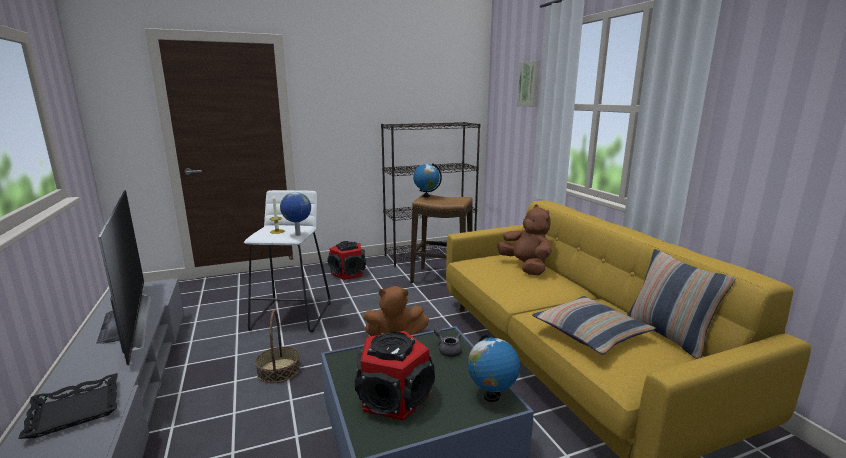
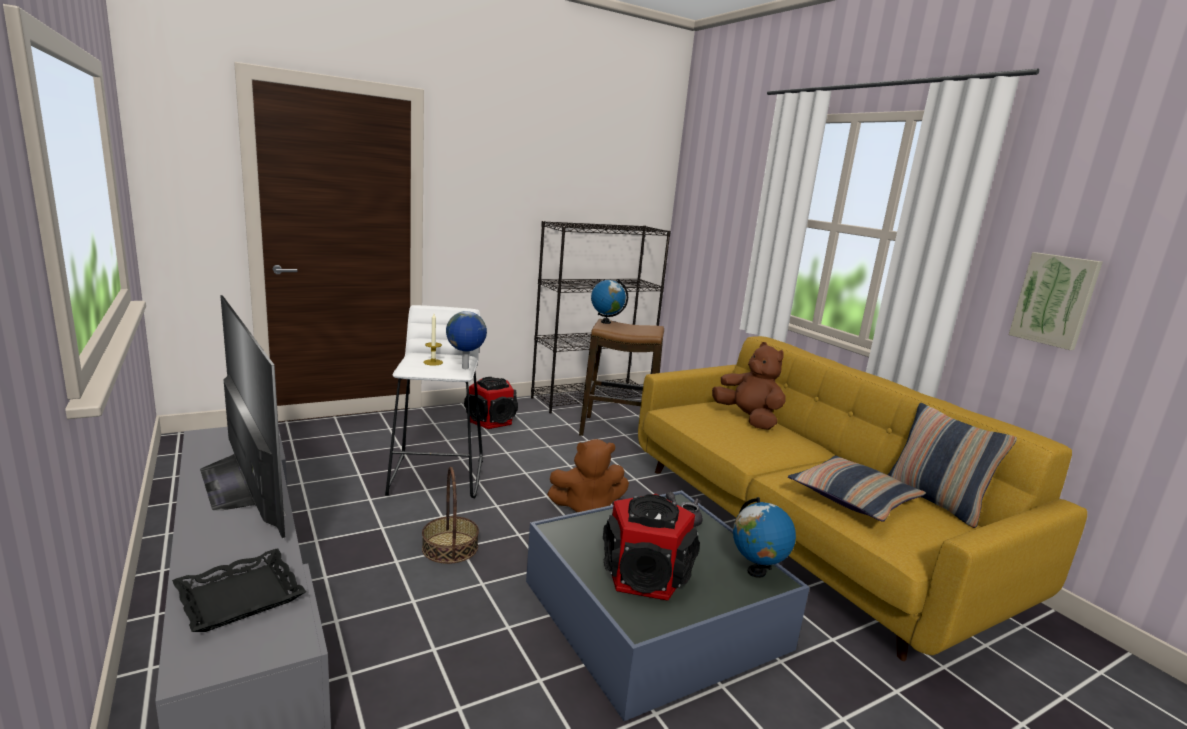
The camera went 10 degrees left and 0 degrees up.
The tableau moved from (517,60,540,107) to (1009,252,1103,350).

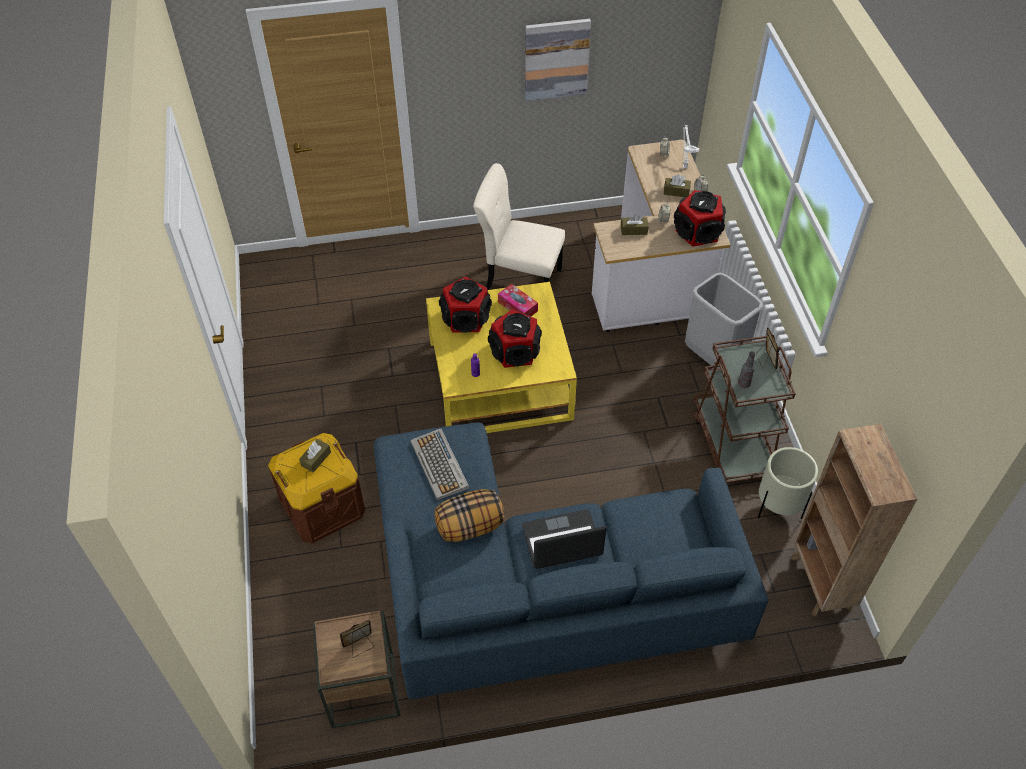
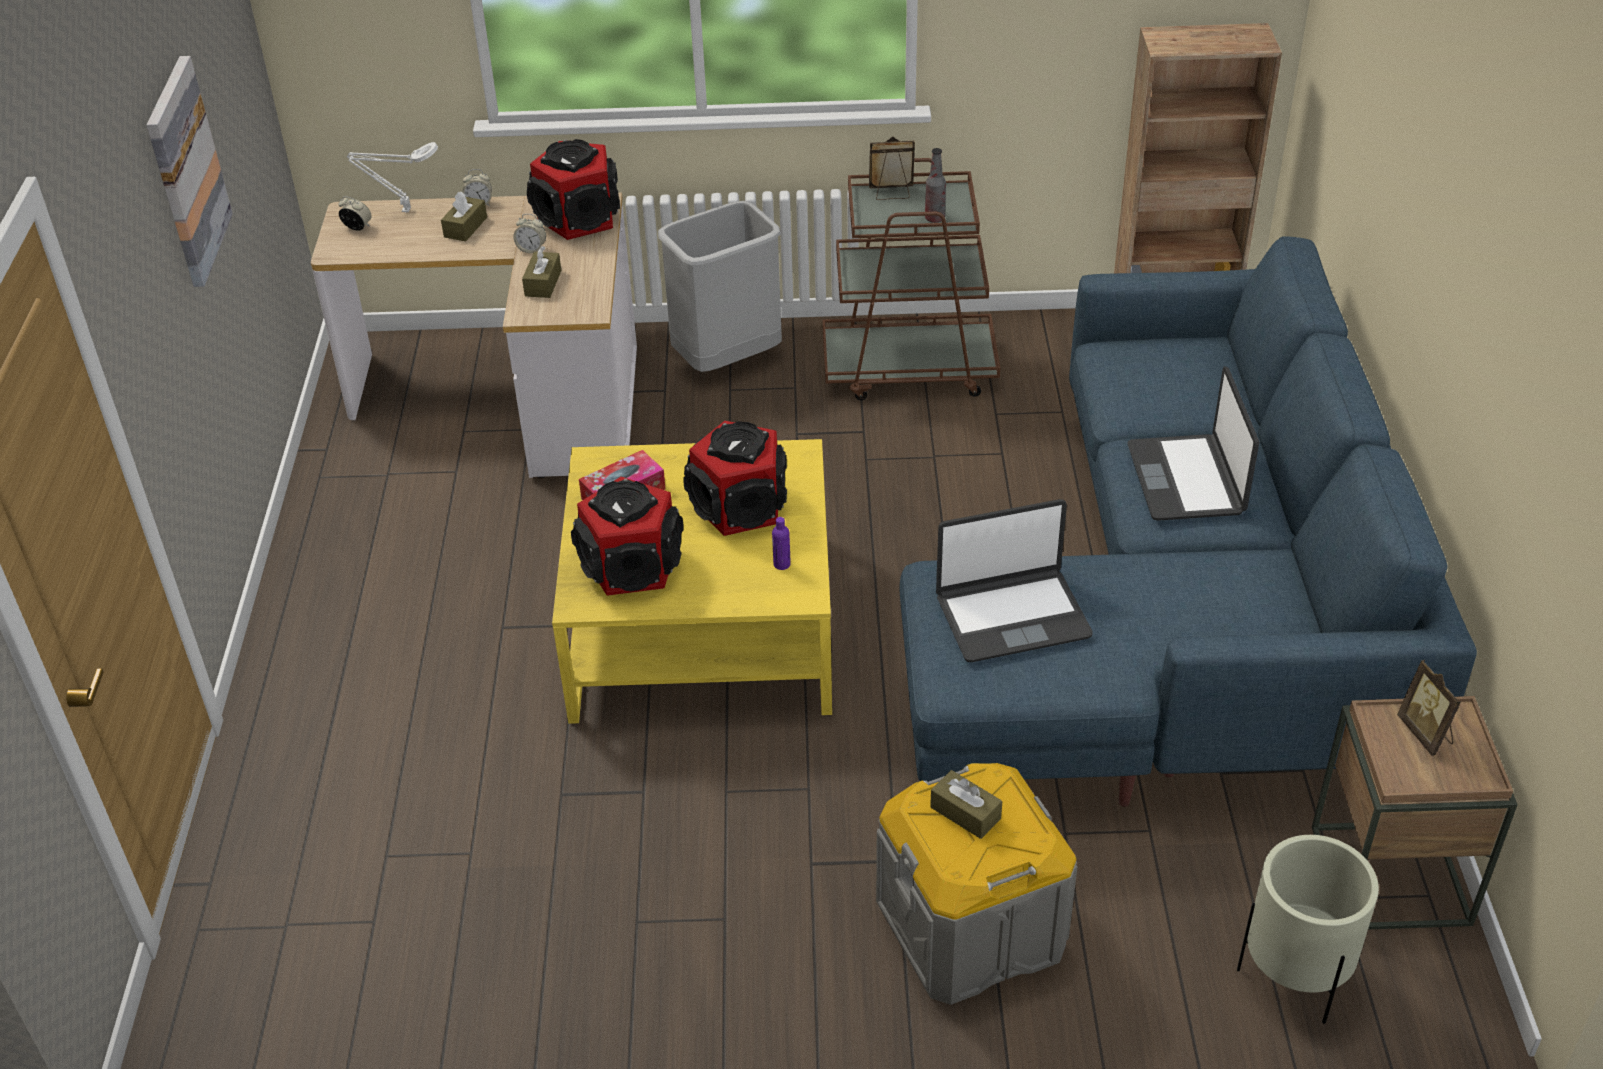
The camera went 80 degrees left and 10 degrees down.
The boîte de rangement (marron) at (268,433,365,543) became the boîte de rangement (gris) at (876,763,1077,1005).
The clavier at (410,428,469,500) was replaced by the ordinateur portable at (936,499,1092,662).
The cache-pot (beige) moved from (758,447,818,519) to (1237,835,1379,1024).
The coussin at (435,489,505,542) disappeared.
The chaise (beige) at (473,163,565,290) disappeared.

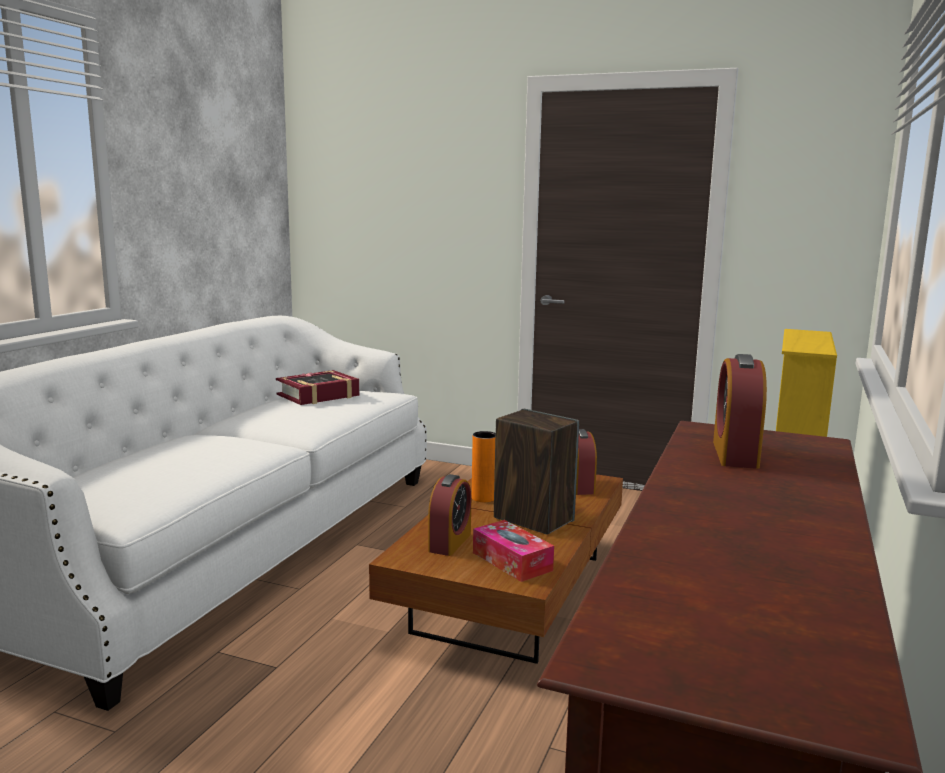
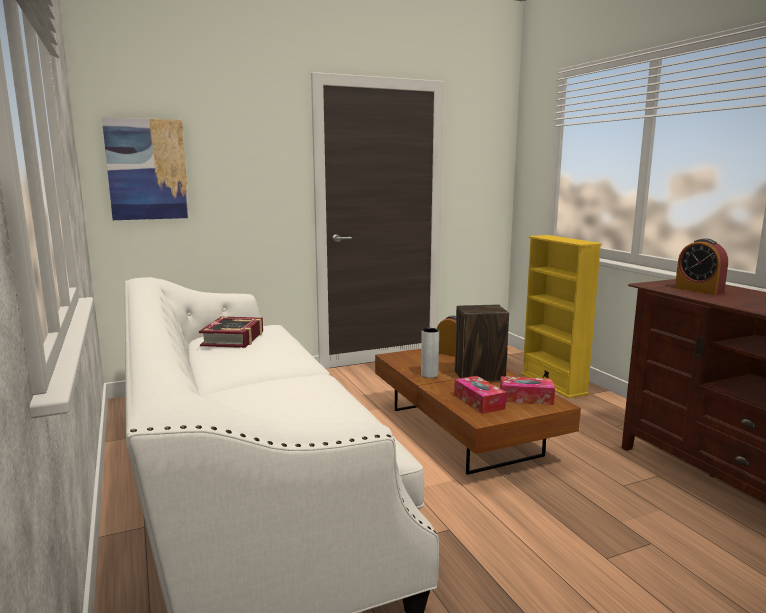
The camera went 45 degrees left and 0 degrees up.
The tableau at (102,117,190,220) appeared.
The vase (orange) at (472,431,495,502) became the vase (gris) at (421,328,439,378).
The réveil at (428,474,471,556) was replaced by the boîte à mouchoirs at (454,376,506,414).

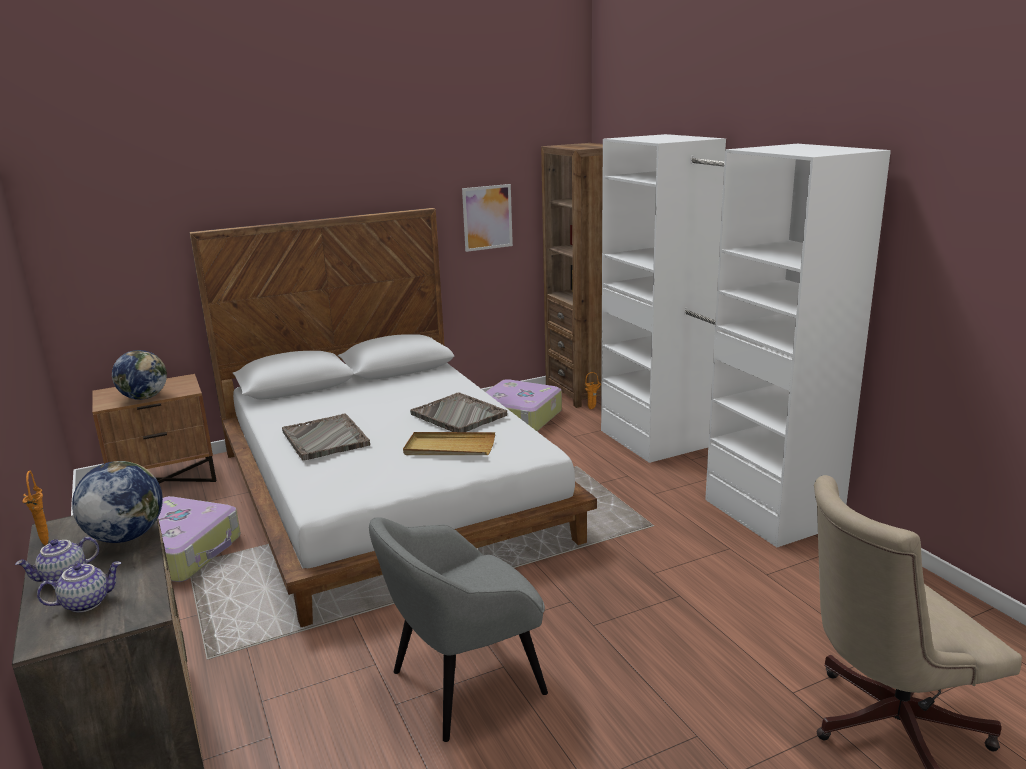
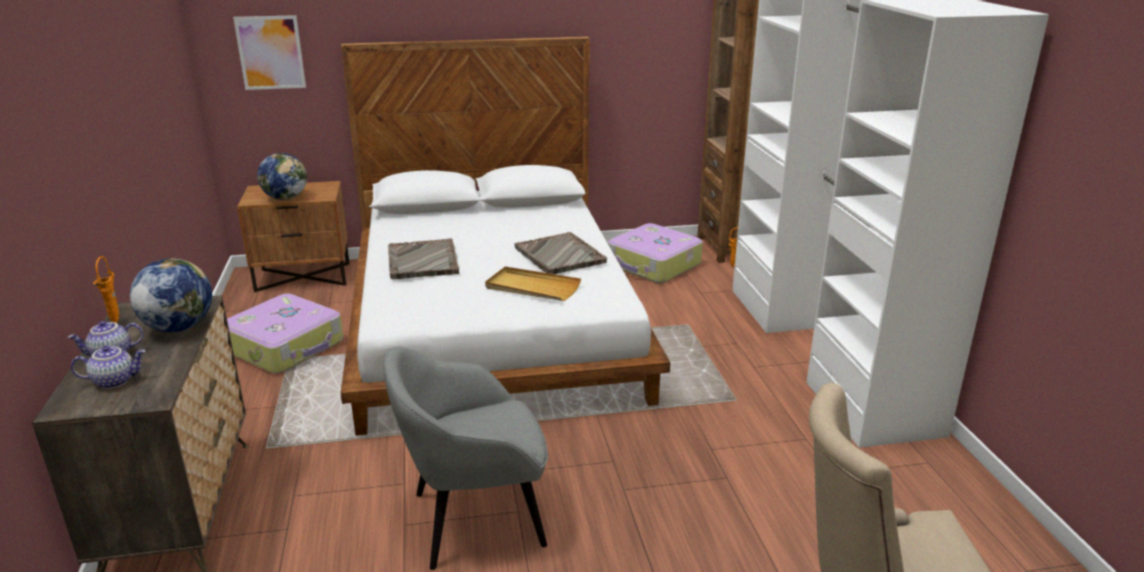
The camera went 15 degrees right and 5 degrees up.
The tableau moved from (462,184,513,252) to (233,15,306,90).

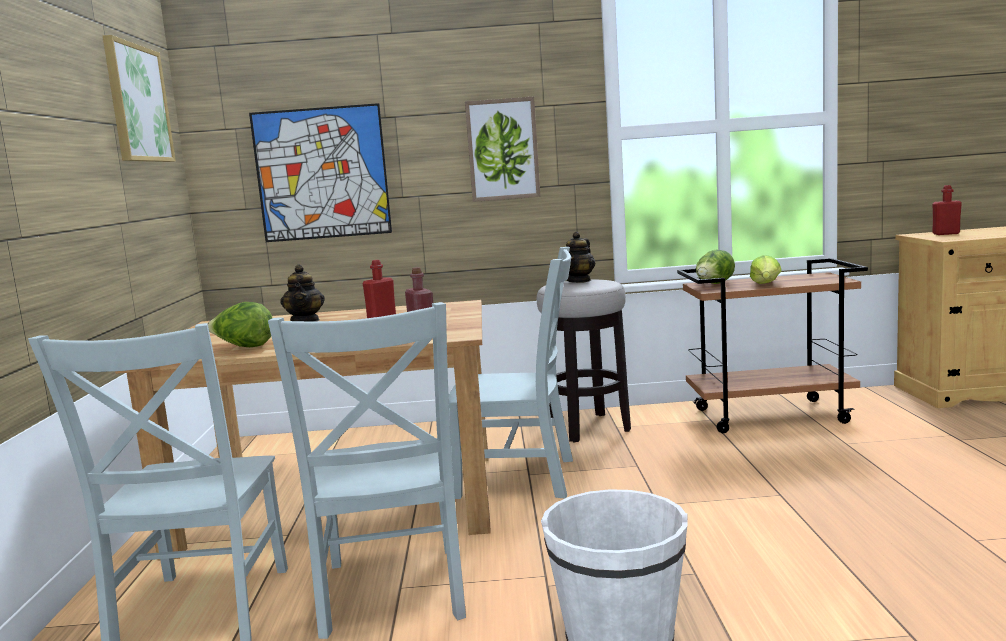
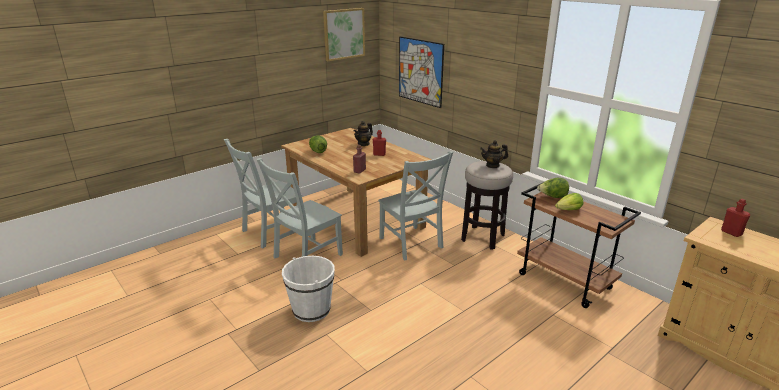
The camera went 50 degrees right and 15 degrees up.
The tableau at (465,96,541,202) disappeared.

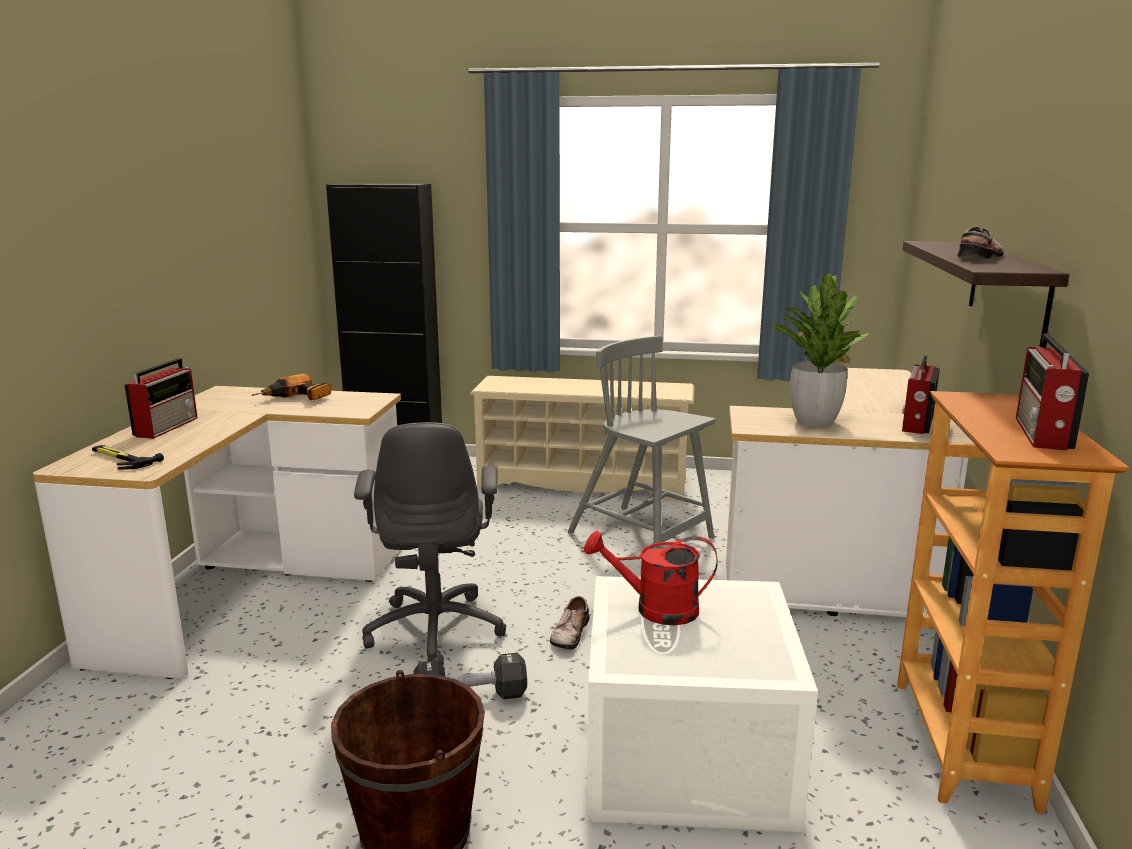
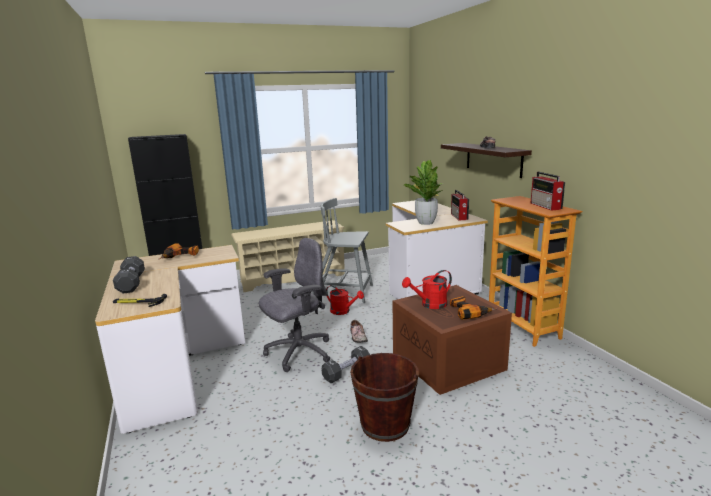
The camera went 30 degrees left and 0 degrees up.
The radio at (125,358,198,439) was replaced by the haltère (noir) at (113,256,145,294).
The chaise de bureau (gris) at (354,422,507,665) turned 90 degrees counterclockwise.
The arrosoir (rouge) at (326,285,364,315) appeared.
The boîte de rangement (blanc) at (587,576,818,832) became the boîte de rangement (marron) at (393,285,512,395).
The perceuse at (450,296,498,320) appeared.

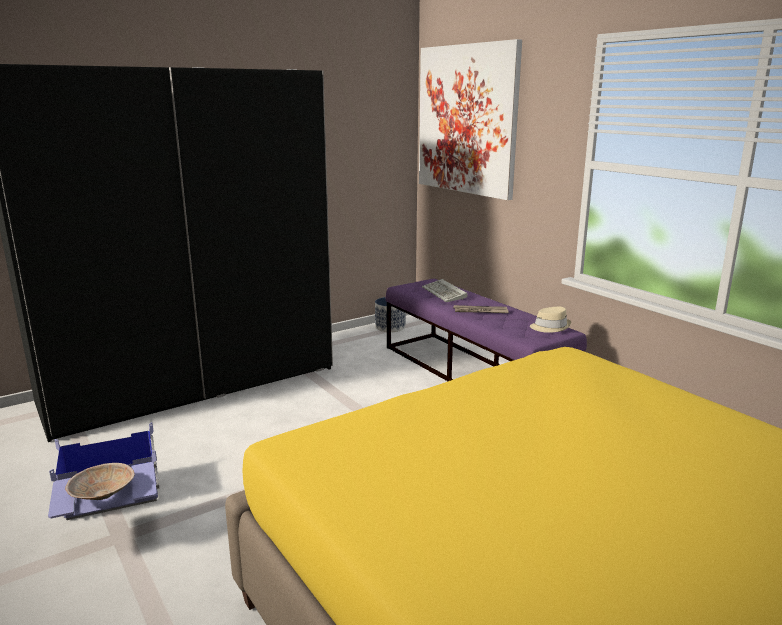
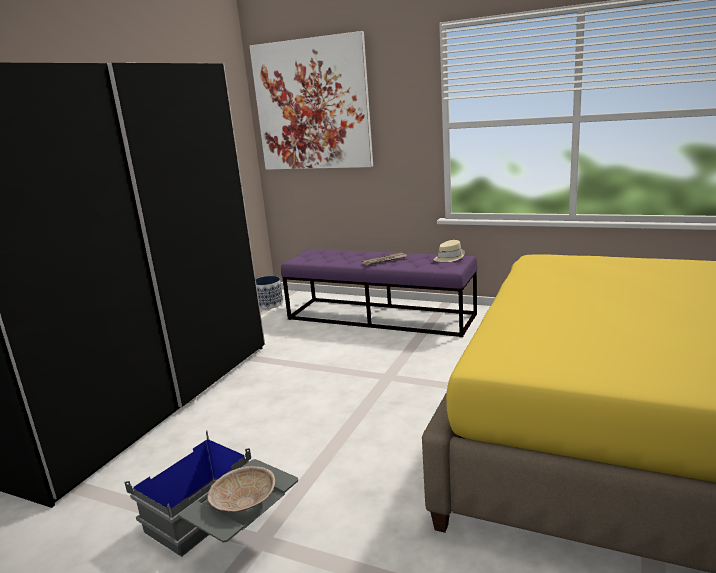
The camera went 30 degrees left and 0 degrees up.
The boîte de rangement (bleu) at (48,422,159,520) became the boîte de rangement (gris) at (124,430,298,557).
The clavier at (422,279,468,302) disappeared.

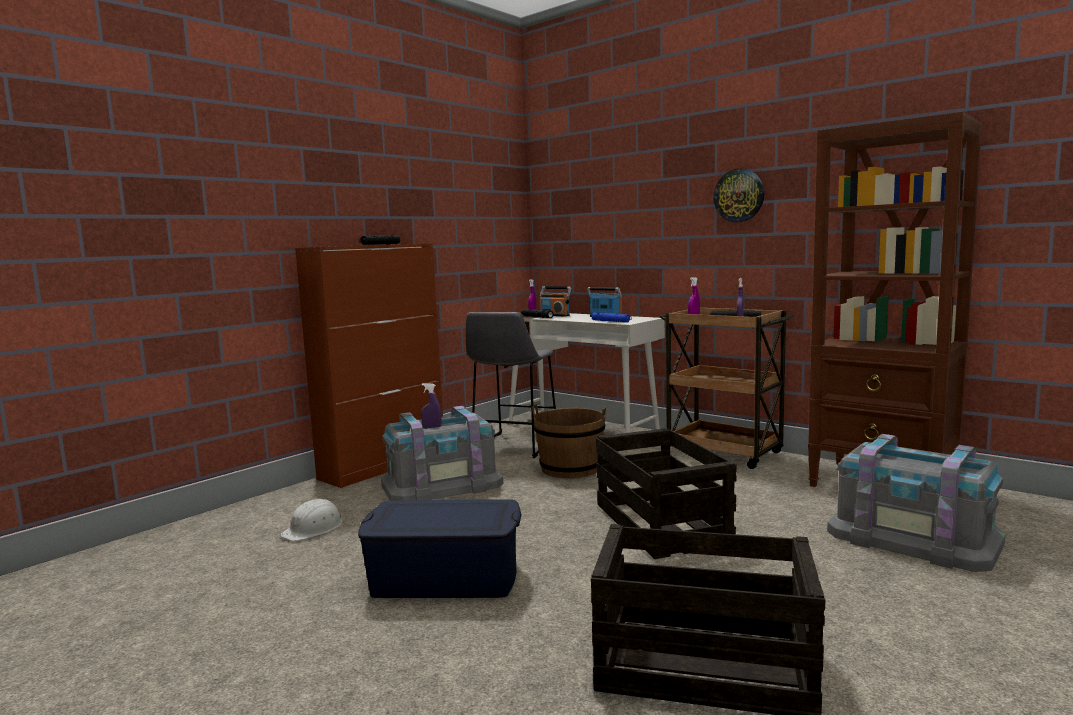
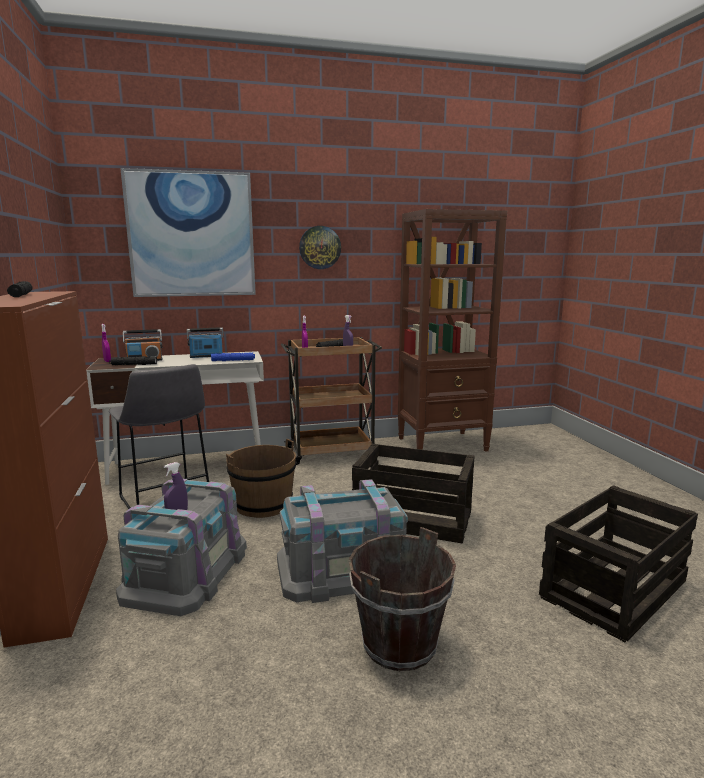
The camera went 55 degrees left and 5 degrees up.
The tableau at (120,168,256,297) appeared.
The boîte de rangement (gris) moved from (827,434,1005,572) to (277,479,408,603).
The boîte de rangement (bleu) at (358,499,522,598) was replaced by the seau (marron) at (349,527,456,671).
The casque de chantier (blanc) at (280,499,342,541) disappeared.

